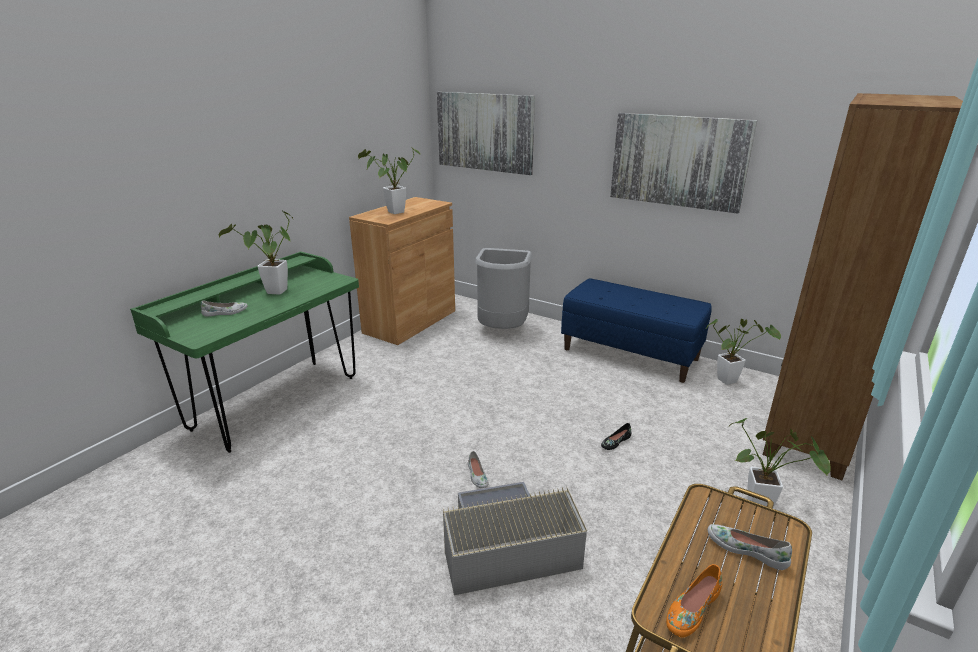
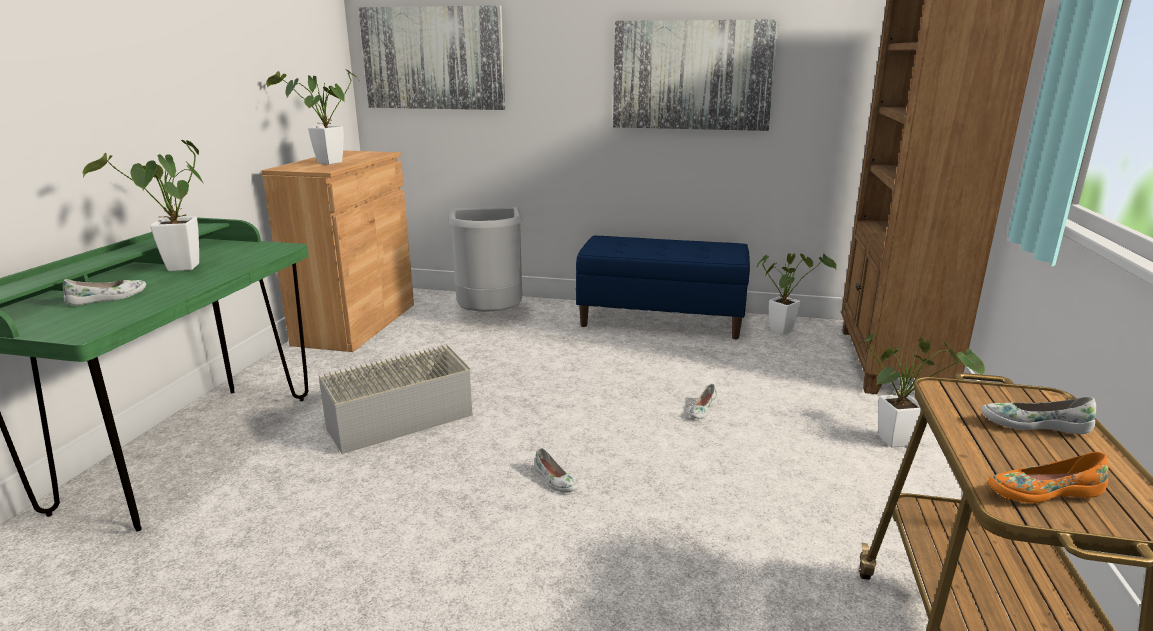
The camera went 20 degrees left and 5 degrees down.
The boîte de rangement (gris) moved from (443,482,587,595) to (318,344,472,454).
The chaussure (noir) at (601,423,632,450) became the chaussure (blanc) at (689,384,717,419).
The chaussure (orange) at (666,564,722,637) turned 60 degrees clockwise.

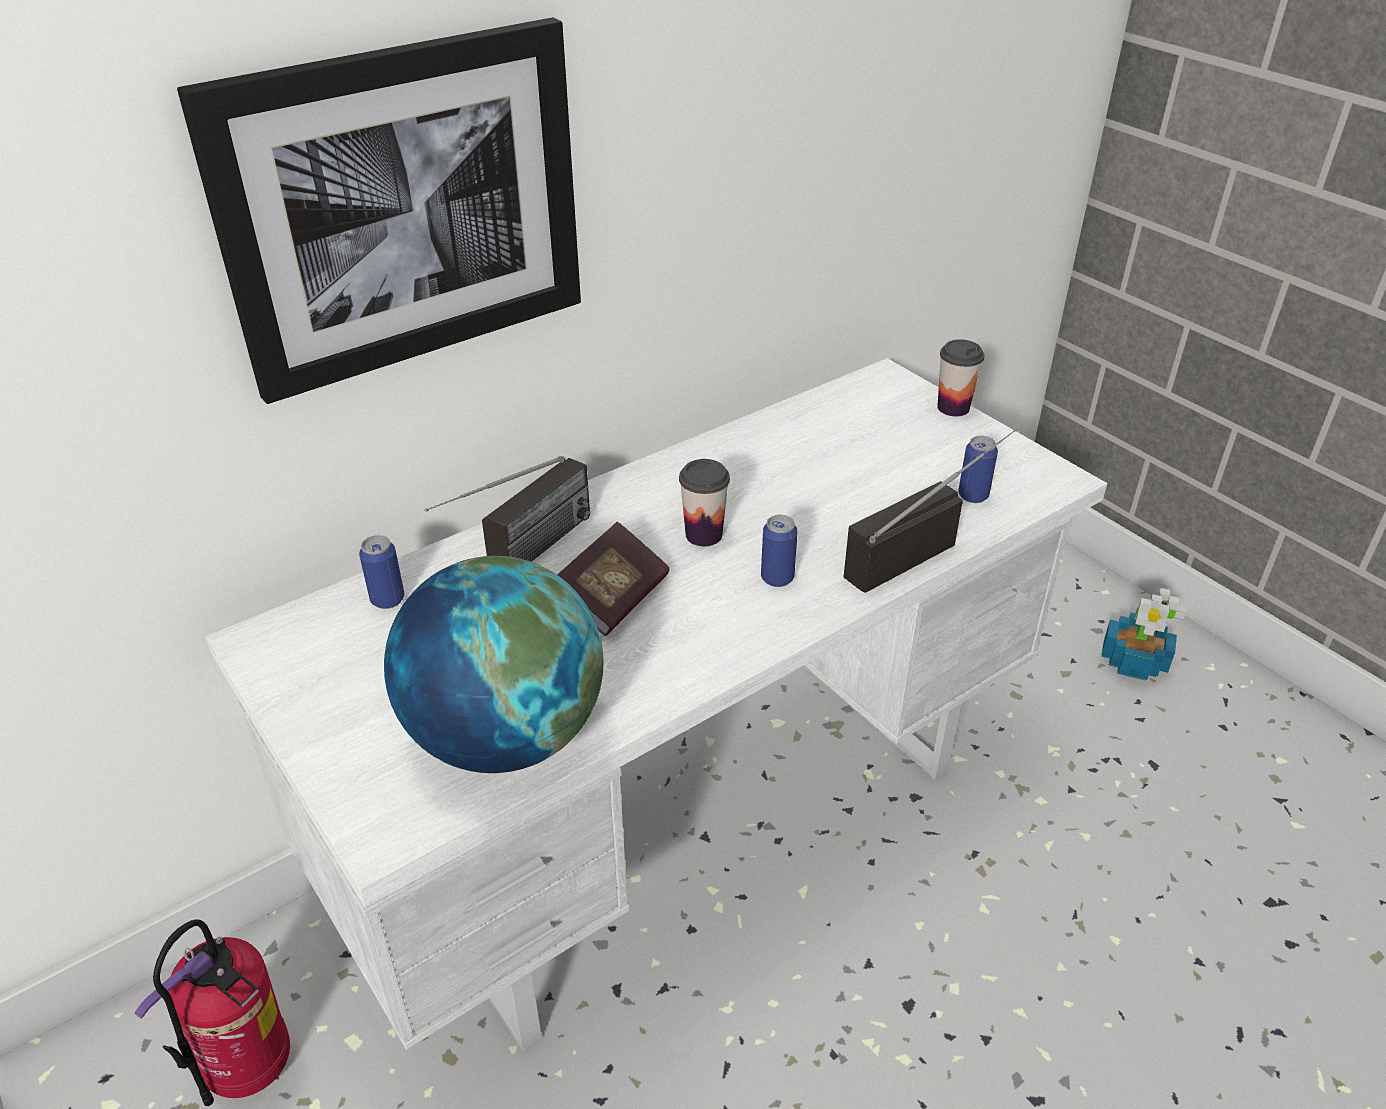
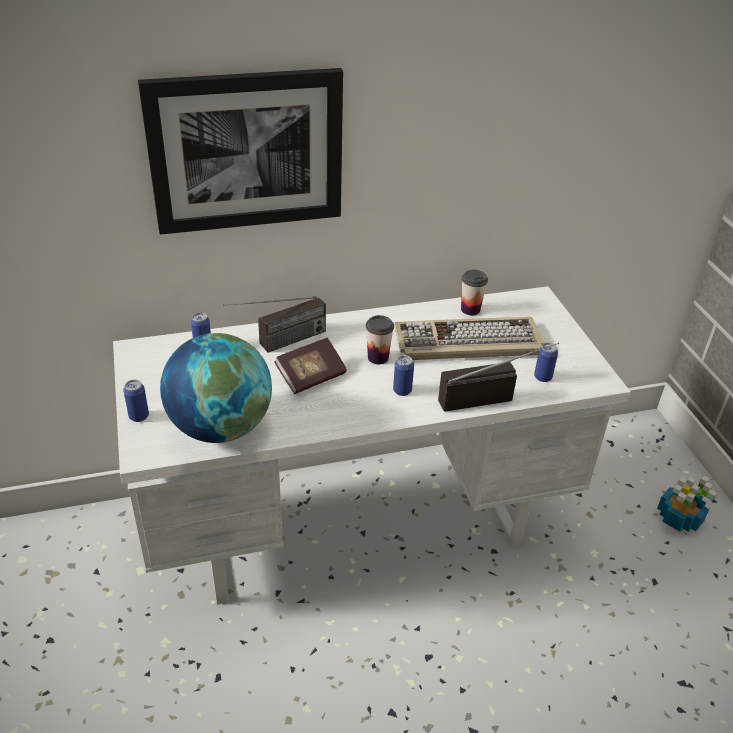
The camera went 20 degrees right and 0 degrees up.
The boîte métallique at (123,380,149,422) appeared.
The clavier at (394,317,544,360) appeared.
The tasse moved from (937,339,985,416) to (461,270,488,315).
The extincteur at (135,920,290,1106) disappeared.

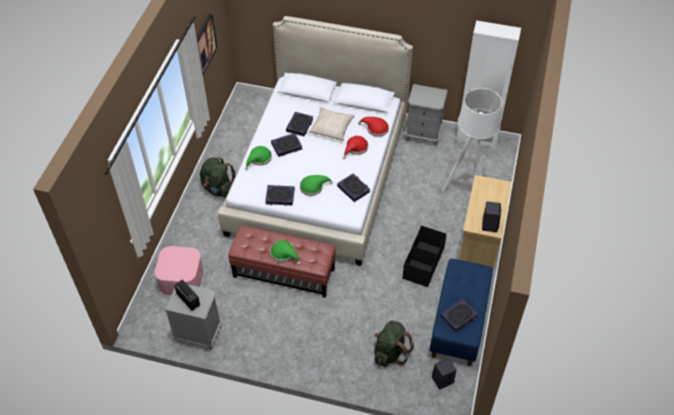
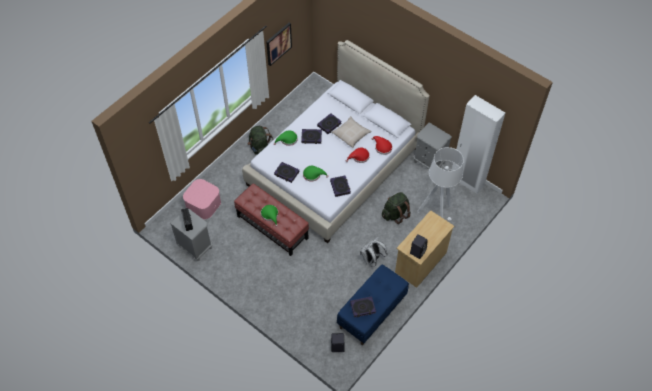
The camera went 25 degrees right and 5 degrees up.
The boîte de rangement (noir) at (403,225,446,287) was replaced by the sac à dos (blanc) at (360,237,387,267).
The sac à dos (vert) moved from (374,320,414,367) to (382,192,411,224).

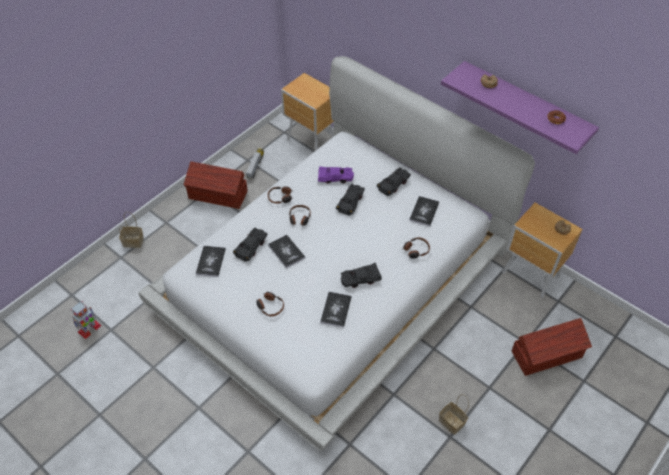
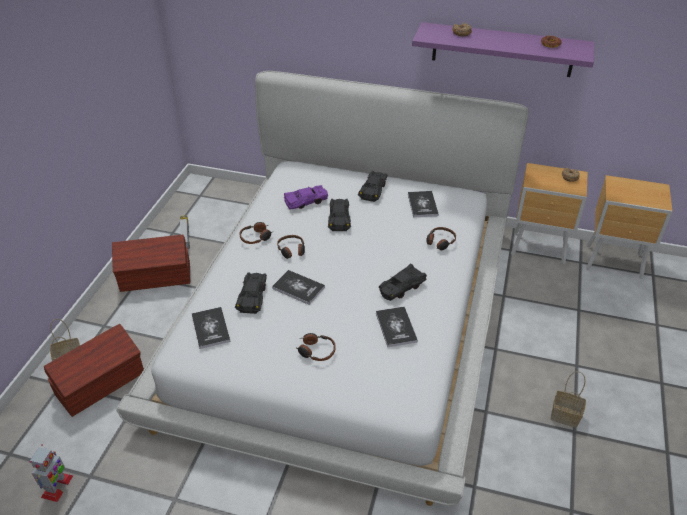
The camera went 25 degrees left and 10 degrees down.
The boîte de rangement (marron) moved from (512,318,592,376) to (44,324,144,417).
The table de chevet (marron) moved from (281,73,333,151) to (586,175,672,279).

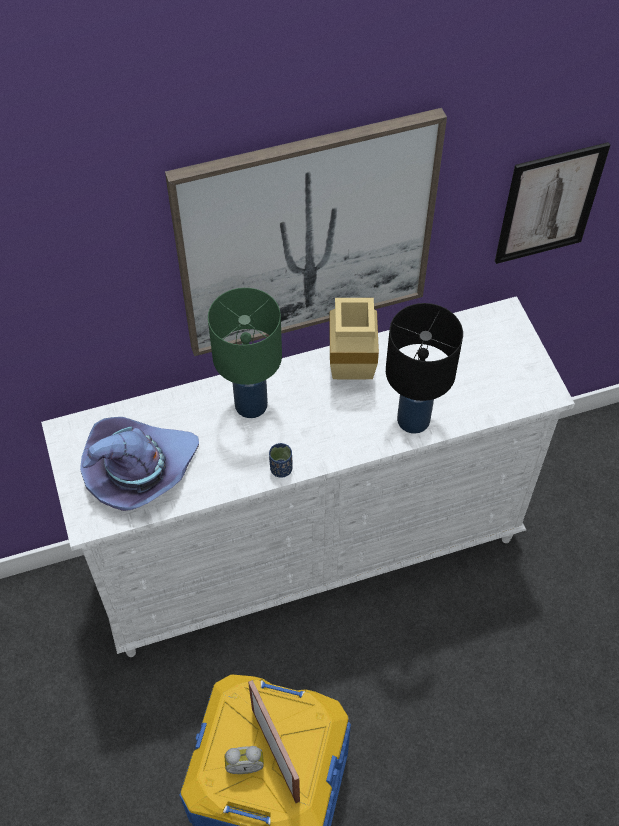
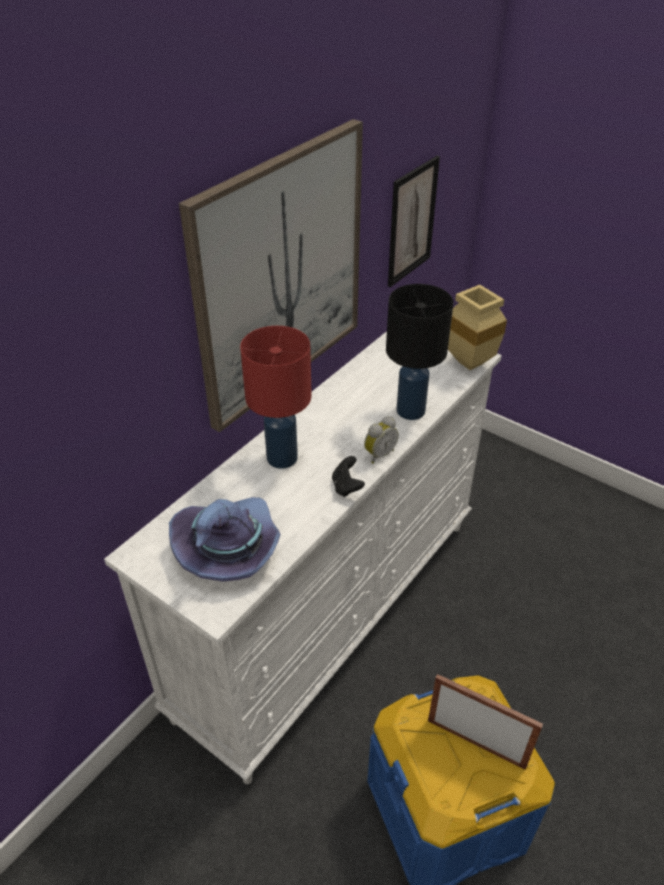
The camera went 35 degrees left and 15 degrees down.
The lampe de table (vert) at (208,288,282,418) became the lampe de table (rouge) at (240,326,312,469).
The tasse (bleu) at (269,443,293,478) was replaced by the manette (noir) at (332,456,365,497).
The réveil moved from (225,746,264,774) to (364,416,399,464).
The vase (beige) moved from (329,298,379,379) to (448,285,507,370).

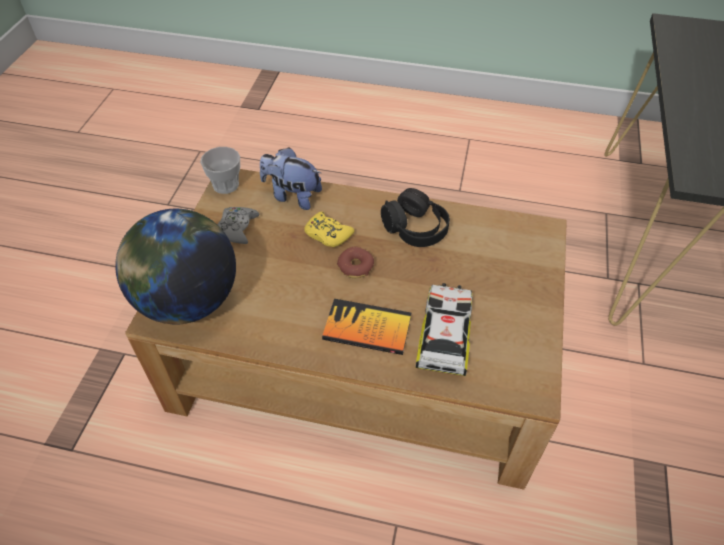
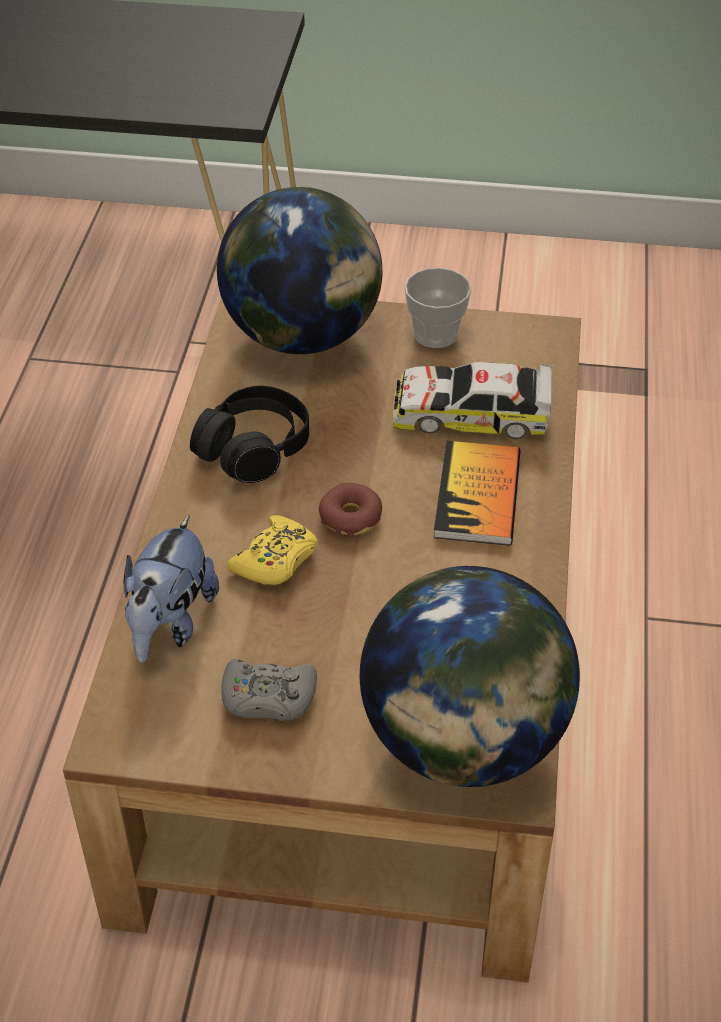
The camera went 95 degrees left and 5 degrees down.
The globe at (217,187,383,354) appeared.
The tasse moved from (200,147,240,194) to (404,268,472,348).

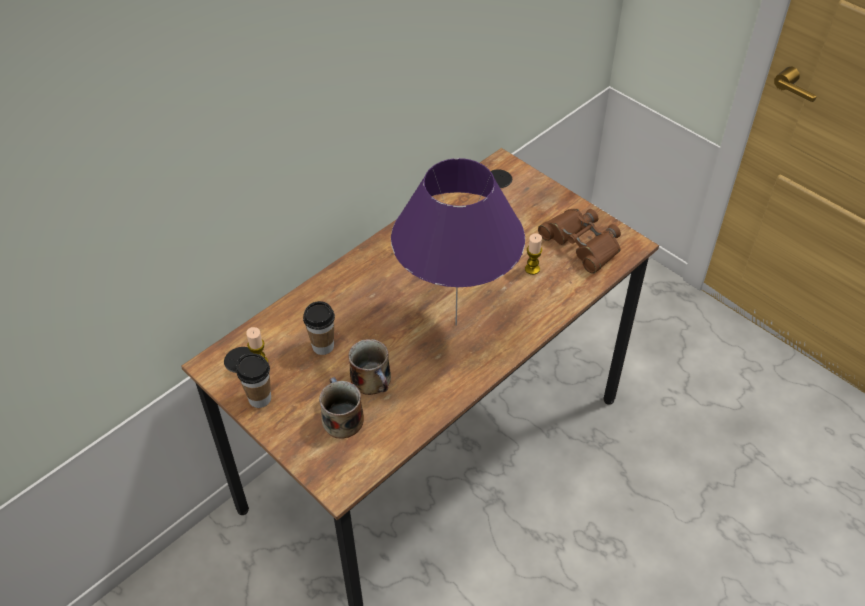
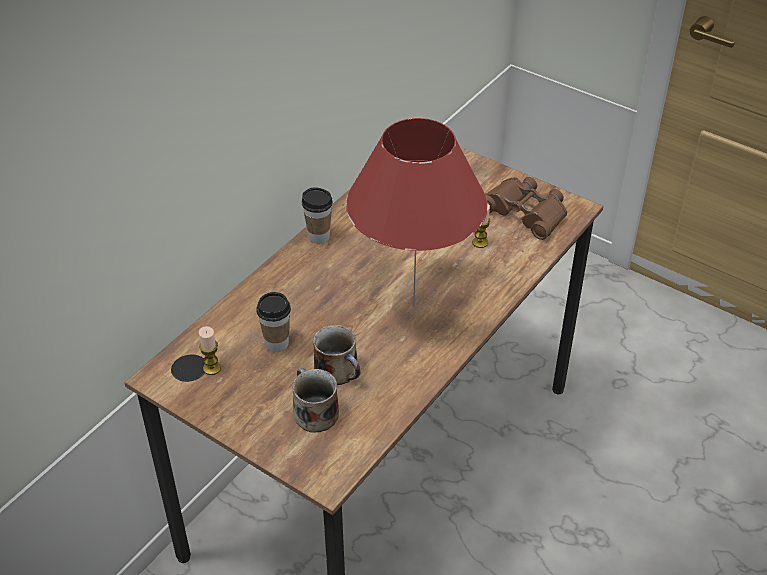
The camera went 10 degrees left and 5 degrees down.
The tasse moved from (236,353,271,408) to (302,187,333,244).
The lampe de table (violet) at (391,158,525,326) became the lampe de table (rouge) at (346,118,488,306).

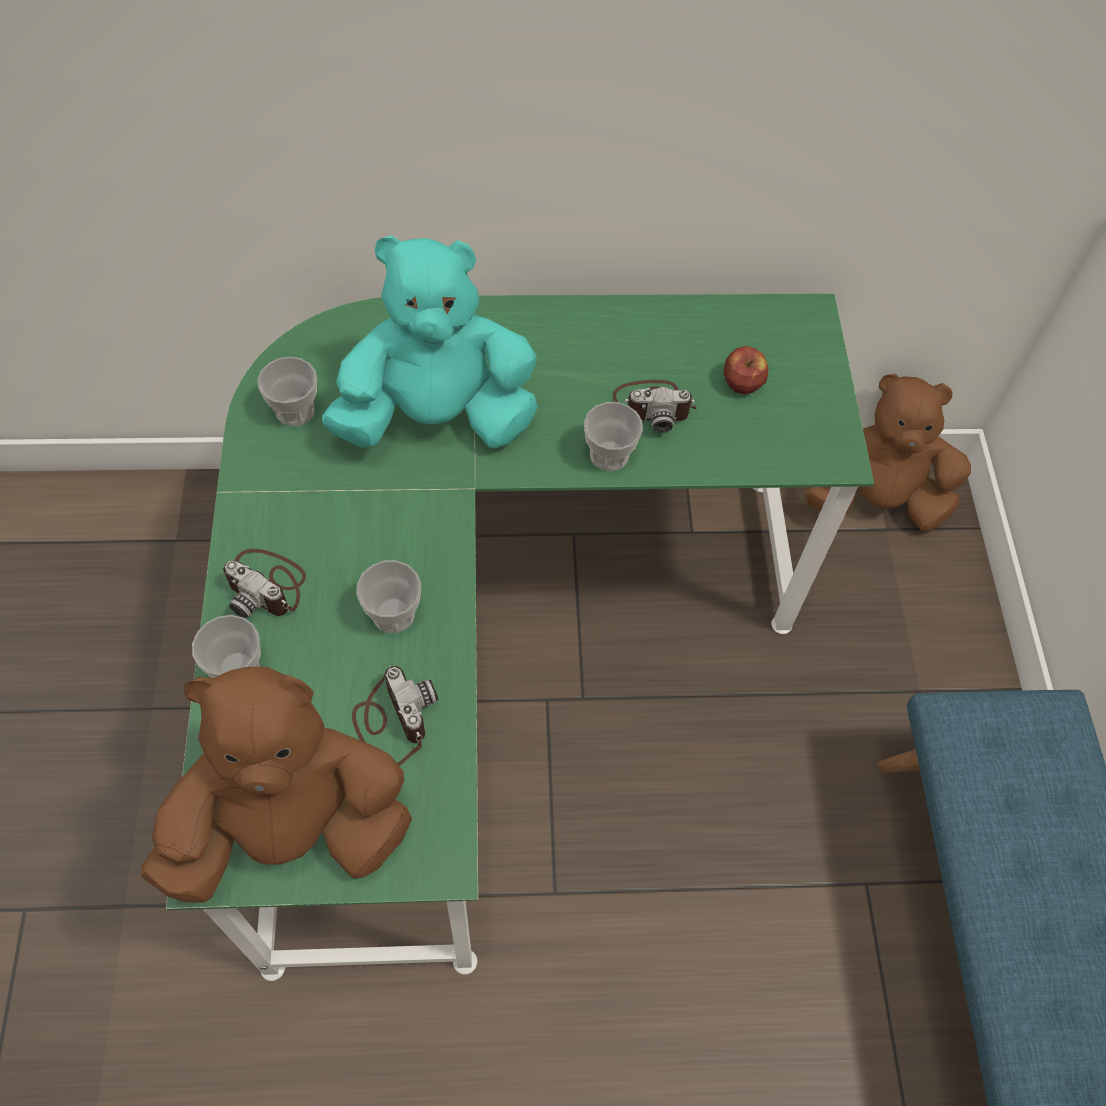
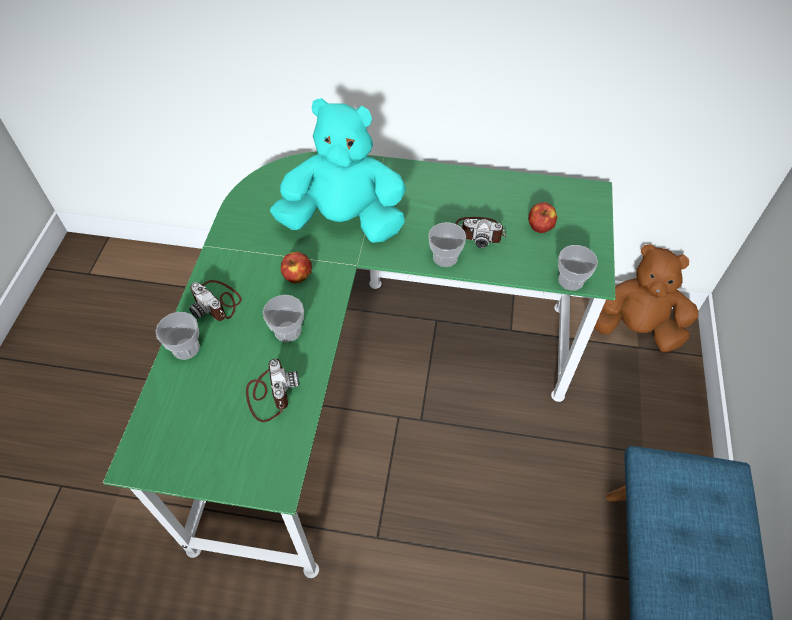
The camera went 15 degrees right and 5 degrees down.
The pomme at (281,252,312,284) appeared.
The tasse moved from (258,357,317,426) to (558,245,598,290).
The peluche (marron) at (141,667,412,902) disappeared.

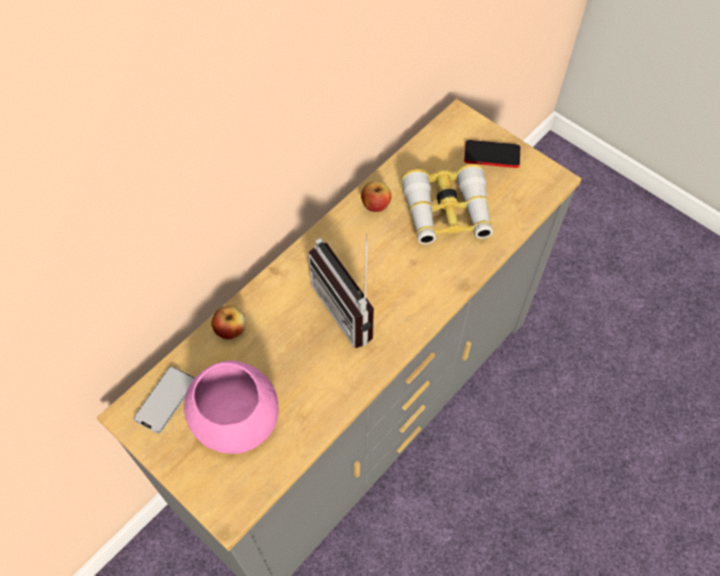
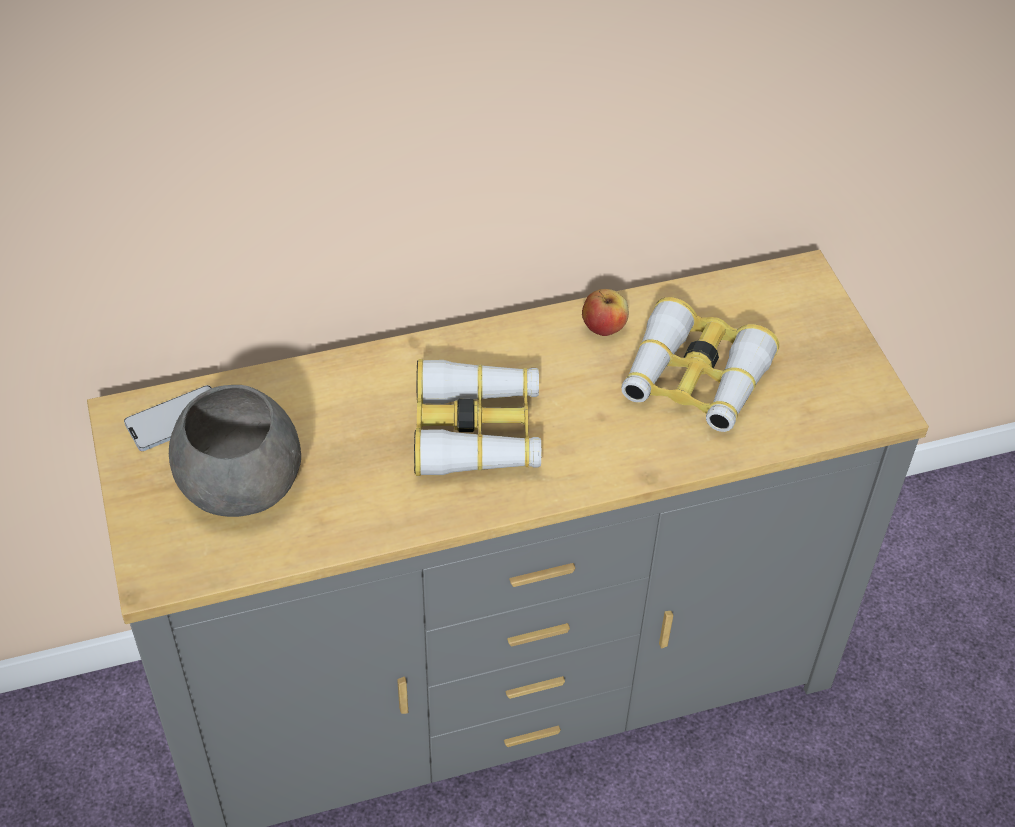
The camera went 30 degrees right and 10 degrees down.
The bol (rose) at (184,361,279,454) became the bol (gris) at (169,385,301,517).
The radio at (308,234,374,348) was replaced by the jumelles at (414,359,541,476).
The pomme at (211,305,246,339) disappeared.
The téléphone at (464,140,520,168) disappeared.

